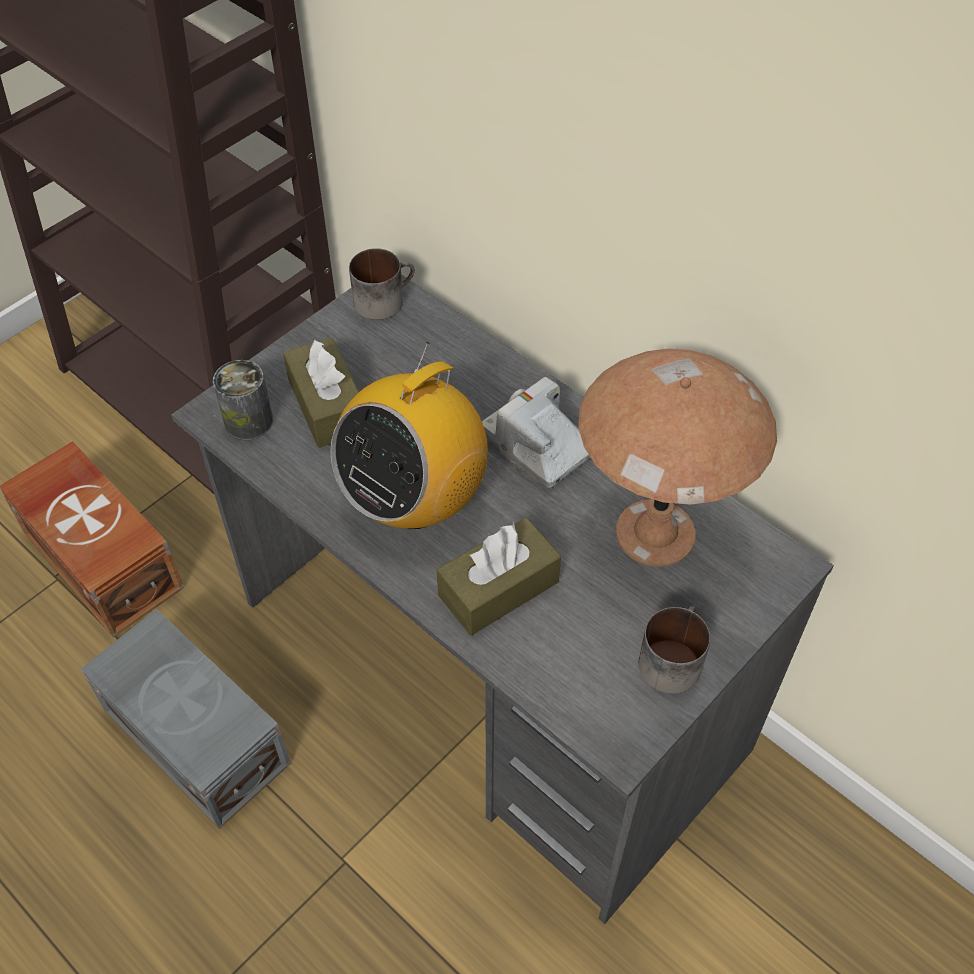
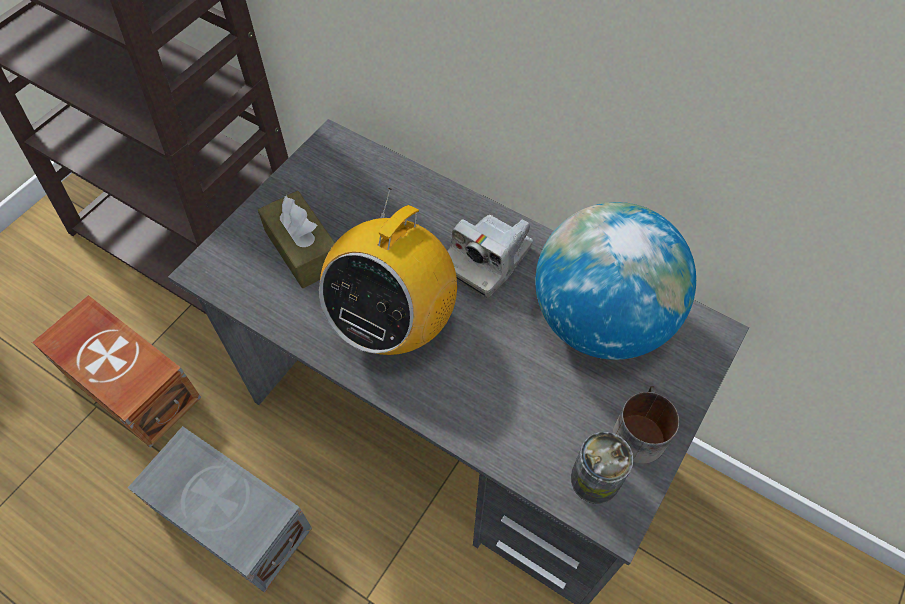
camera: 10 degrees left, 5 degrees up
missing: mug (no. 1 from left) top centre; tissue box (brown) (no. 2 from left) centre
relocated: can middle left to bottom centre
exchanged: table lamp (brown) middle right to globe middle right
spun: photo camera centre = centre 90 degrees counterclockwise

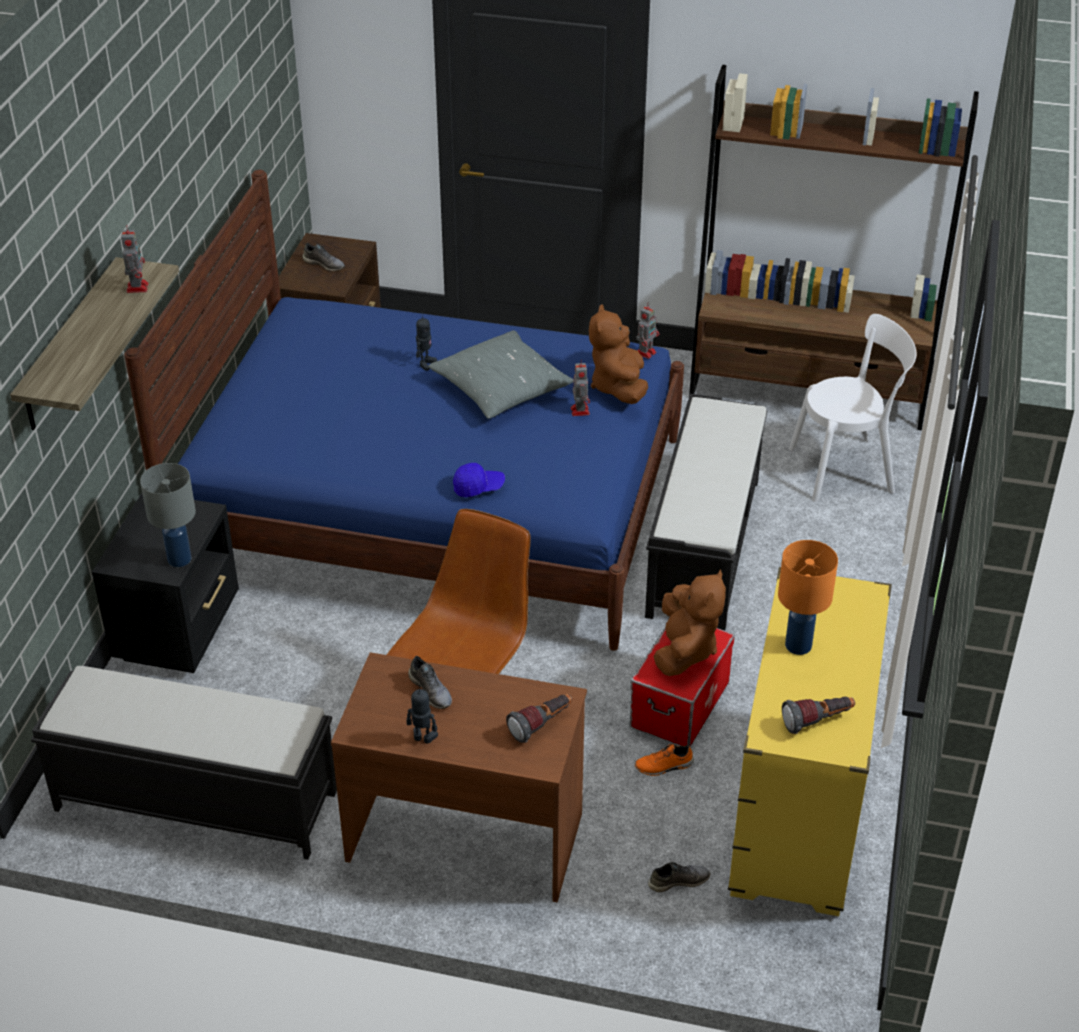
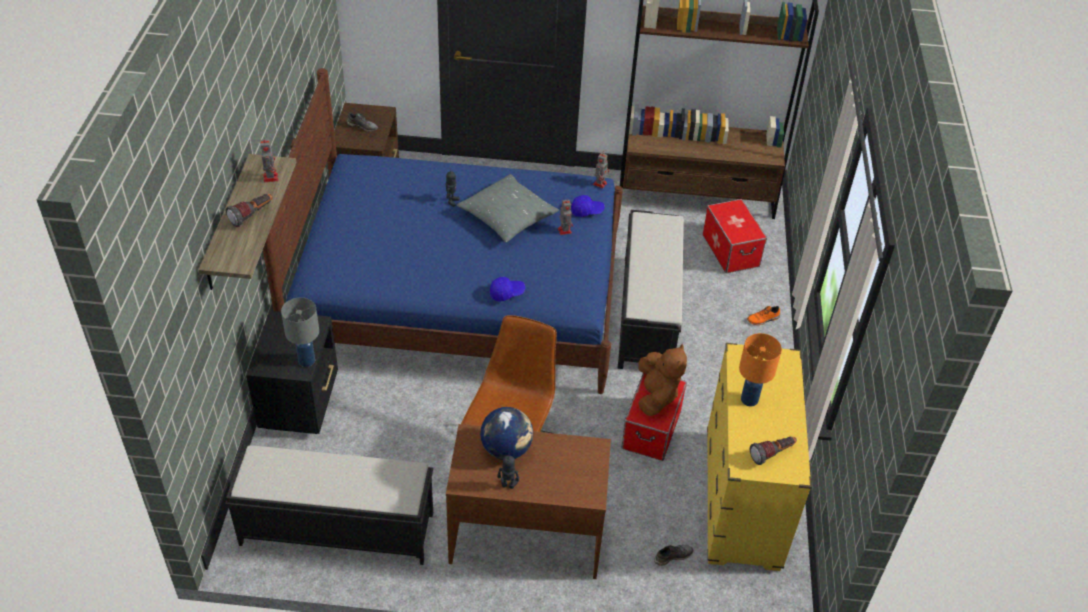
camera: 10 degrees left, 5 degrees up
relocated: flashlight (no. 1 from left) bottom centre to middle left; shoe (orange) bottom centre to middle right
exchanged: shoe (grey) (no. 2 from left) centre to globe bottom centre; plush toy (brown) (no. 1 from left) centre to cap (blue) (no. 2 from left) centre; chair (white) middle right to storage box (no. 2 from left) middle right

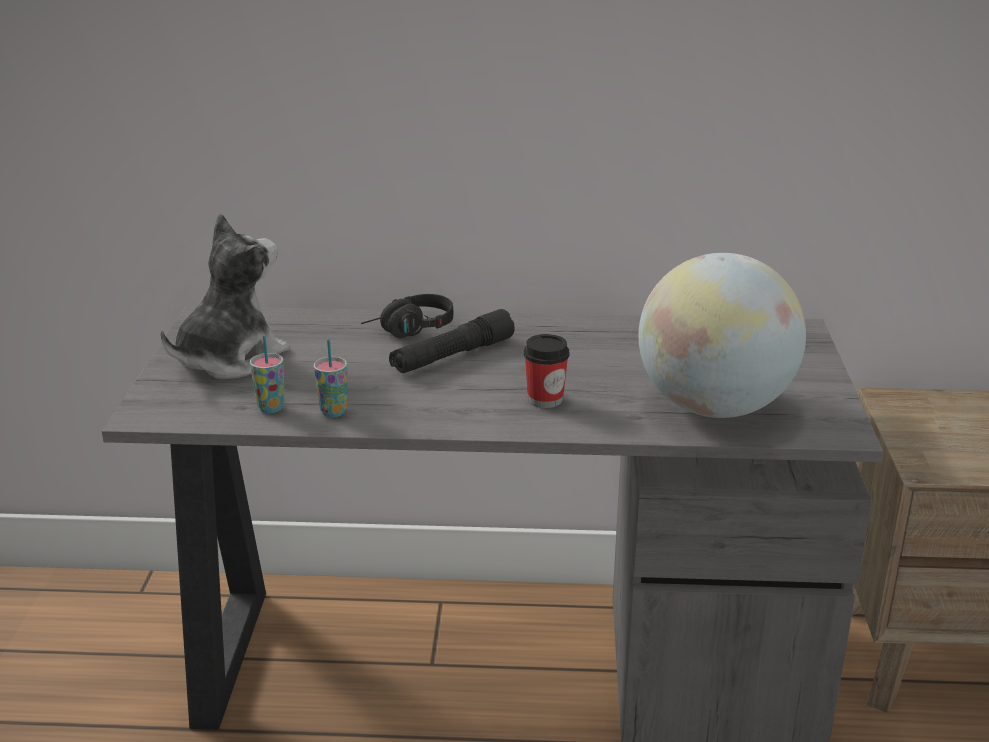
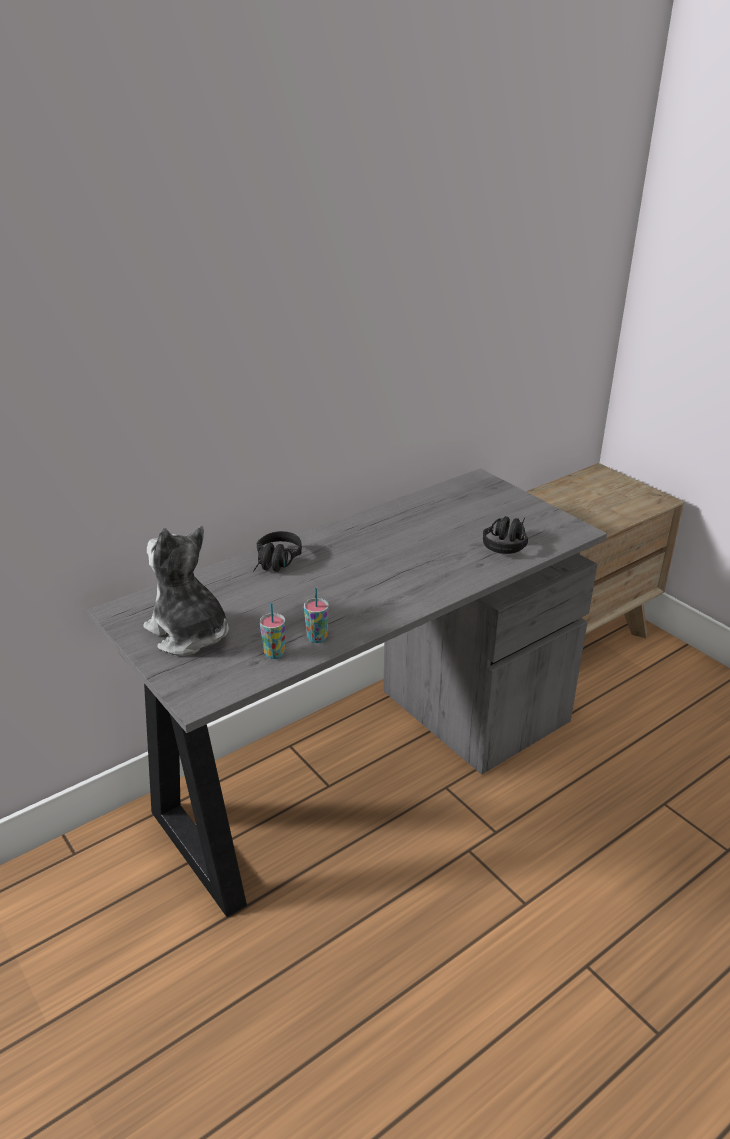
camera: 40 degrees left, 5 degrees up
missing: flashlight (black) centre; cup (no. 3 from left) centre
exchanged: globe middle right to headphones (black) (no. 2 from left) middle right
spun: plush toy middle left = middle left 45 degrees counterclockwise

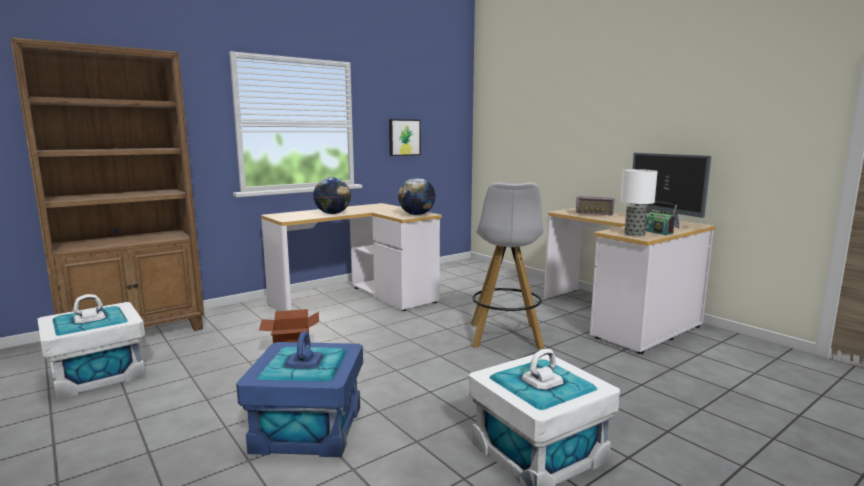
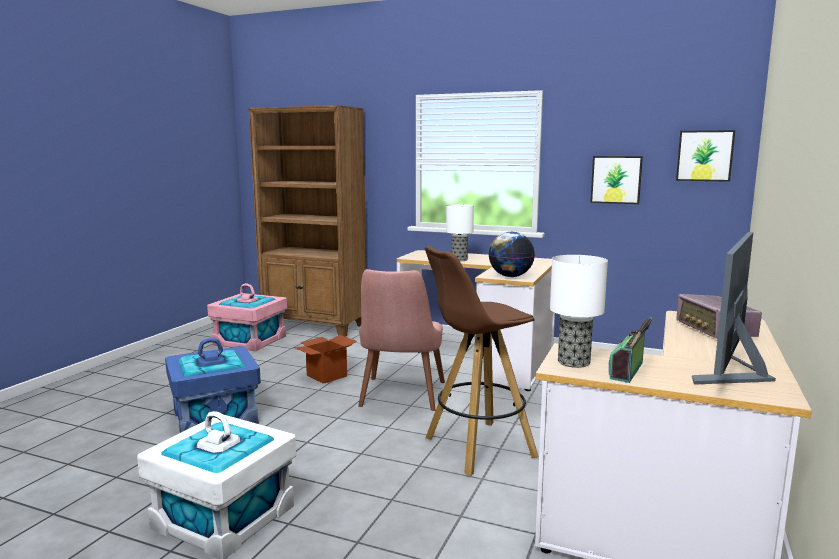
camera: 60 degrees right, 0 degrees up
appeared: chair (pink) centre; picture (no. 2 from left) top right
exchanged: globe (no. 1 from left) centre to table lamp (no. 1 from left) centre
colour: storage box (white) (no. 1 from left) bottom left to storage box (pink) middle left; stool (white) centre to stool (brown) centre

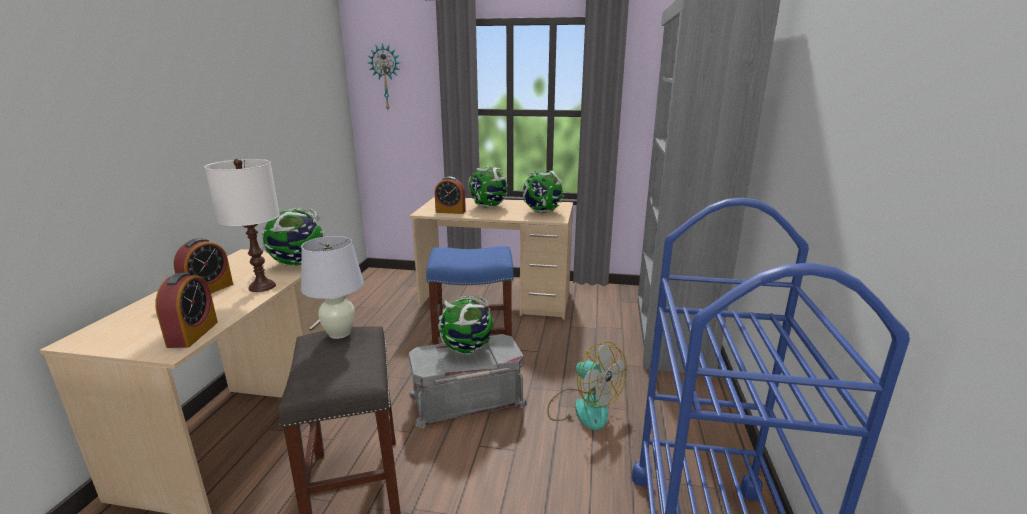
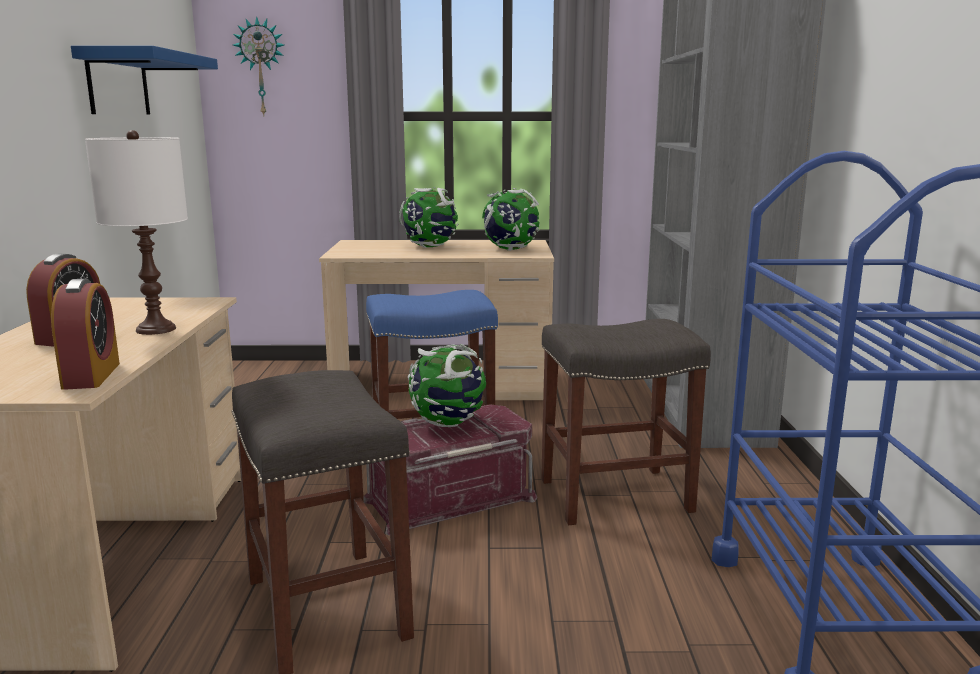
camera: 10 degrees left, 5 degrees down
missing: globe (no. 1 from left) middle left; table lamp (white) (no. 2 from left) middle left; alarm clock (no. 3 from left) centre
appeared: shelf (blue) top left
exchanged: fan bottom centre to stool (grey) (no. 2 from left) centre
colour: storage box (grey) bottom centre to storage box (red) bottom centre

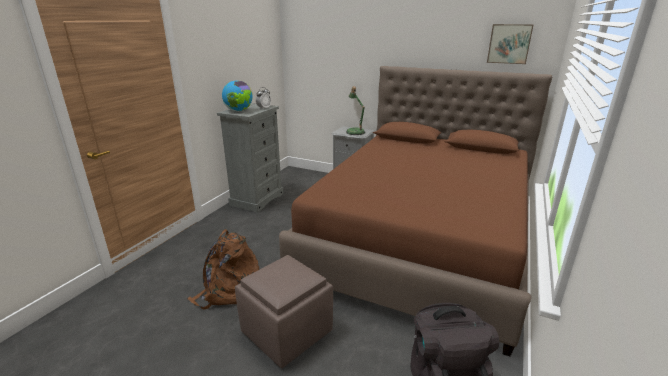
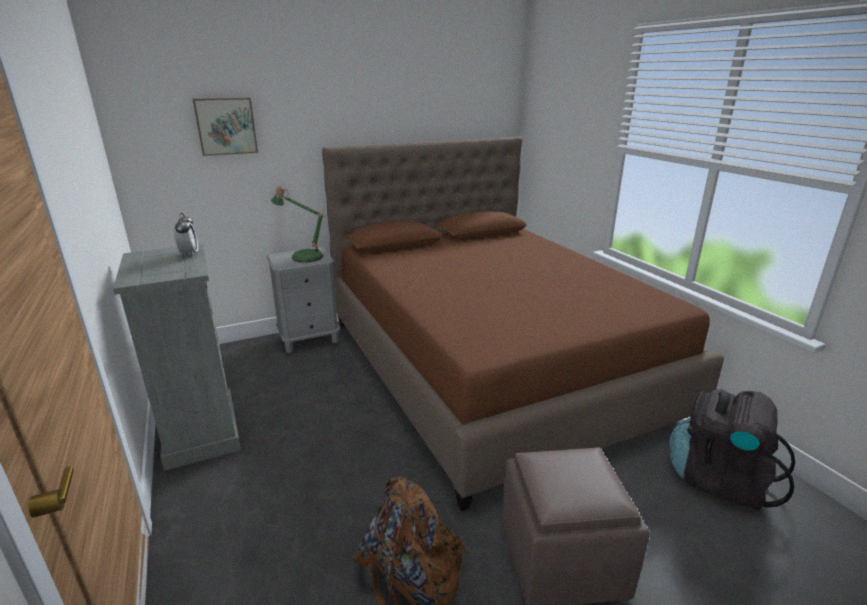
camera: 50 degrees left, 0 degrees up
missing: globe top centre
relocated: picture top right to top left

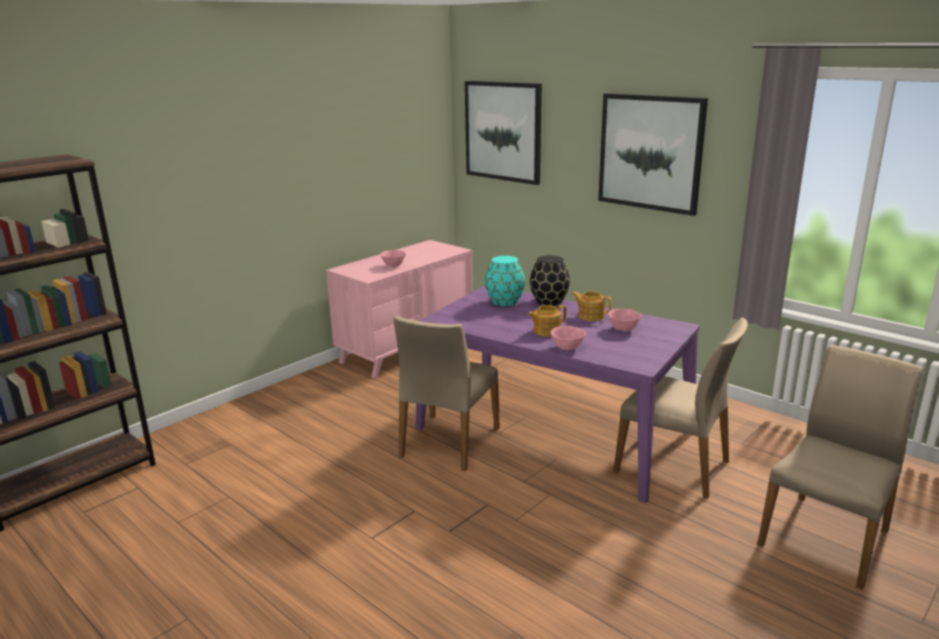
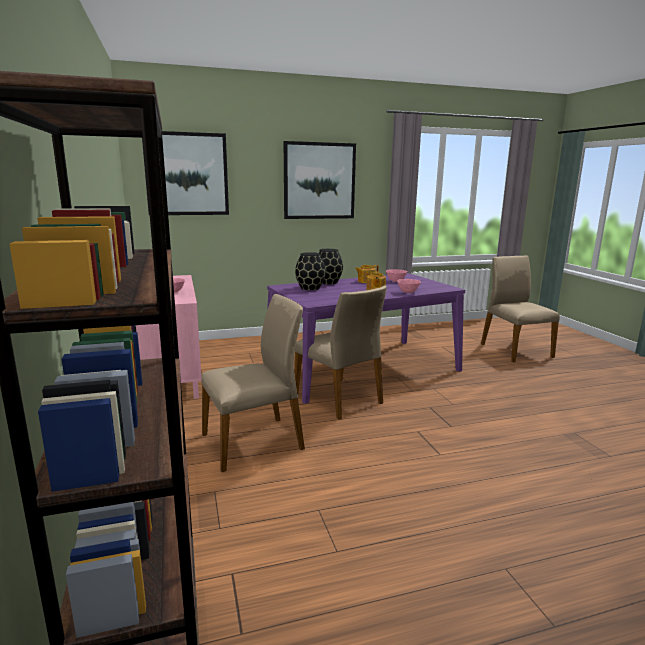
camera: 60 degrees left, 5 degrees down
relocated: chair (beige) (no. 2 from left in the first image) middle right to chair (beige) (no. 1 from left) centre
colour: vase (turquoise) centre to vase (black) (no. 1 from left) centre

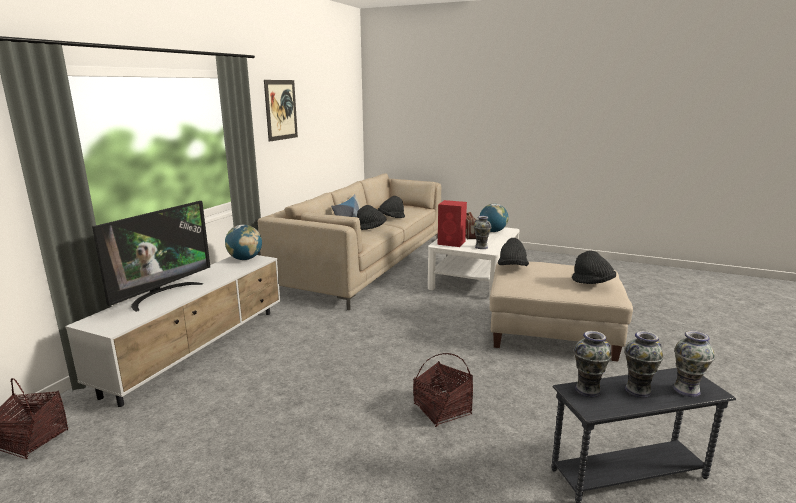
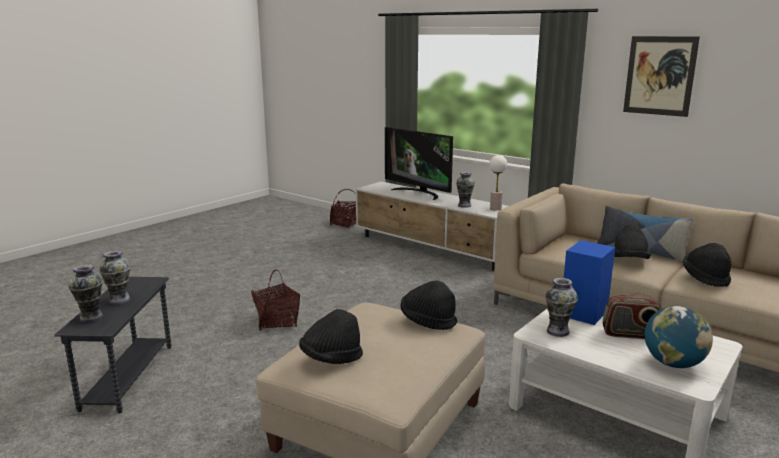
camera: 105 degrees right, 0 degrees up
relocated: vase (no. 2 from left in the first image) bottom right to vase (no. 3 from left) centre
exchanged: globe (no. 1 from left) middle left to table lamp centre
colour: speaker (red) centre to speaker (blue) middle right

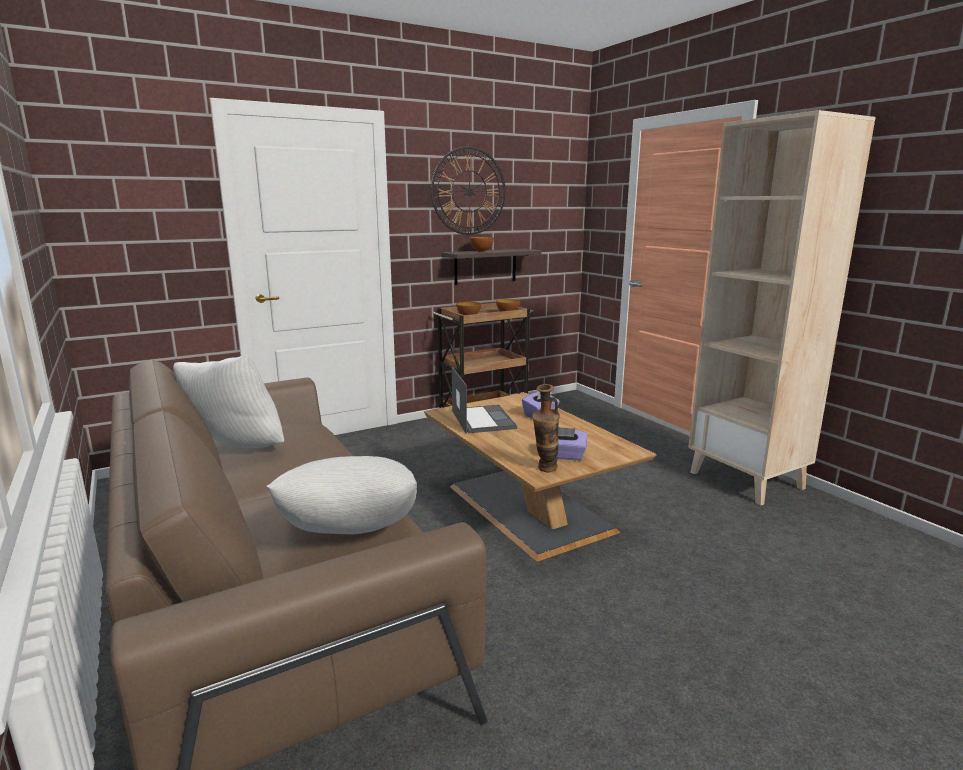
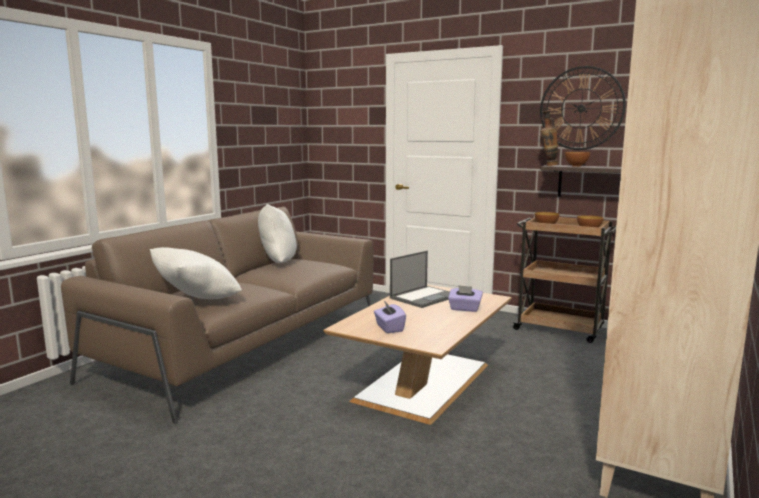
camera: 60 degrees right, 5 degrees down
relocated: vase centre to top right

